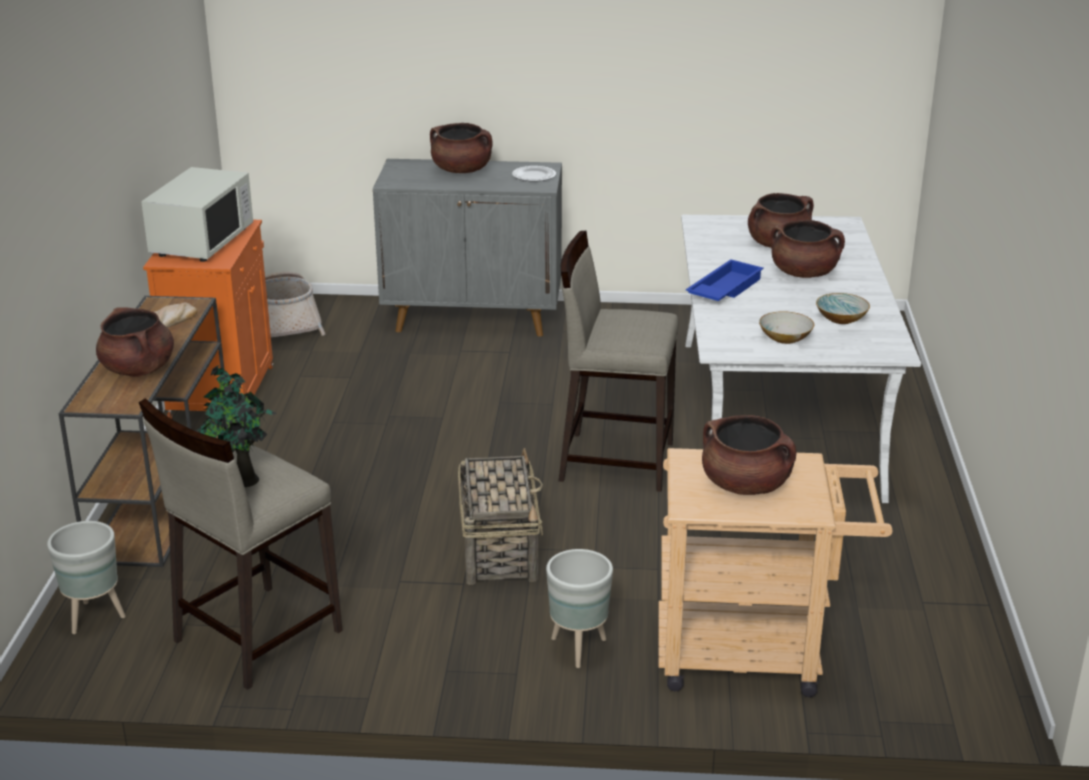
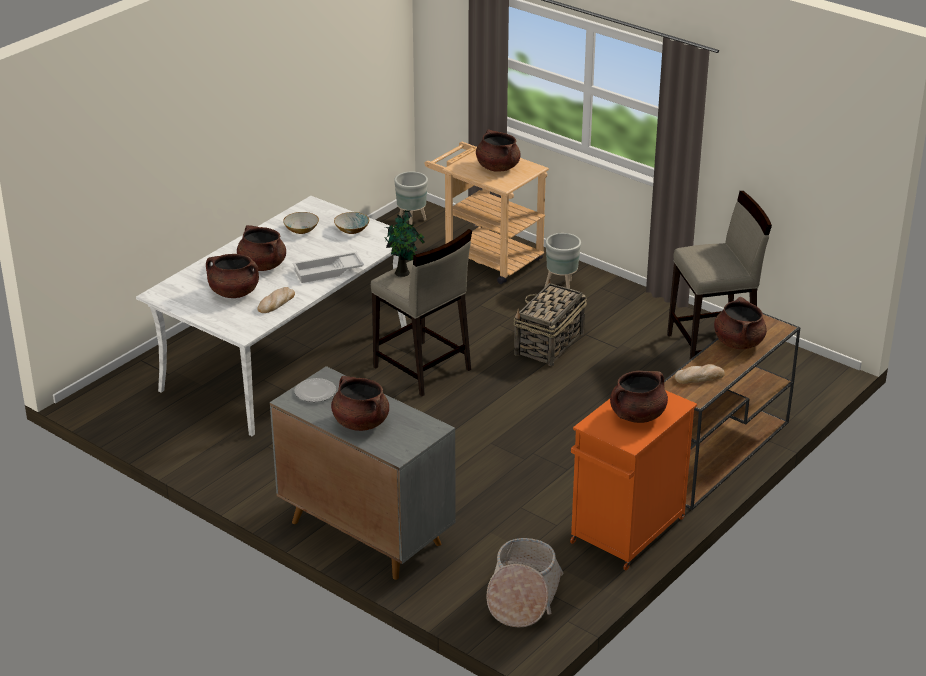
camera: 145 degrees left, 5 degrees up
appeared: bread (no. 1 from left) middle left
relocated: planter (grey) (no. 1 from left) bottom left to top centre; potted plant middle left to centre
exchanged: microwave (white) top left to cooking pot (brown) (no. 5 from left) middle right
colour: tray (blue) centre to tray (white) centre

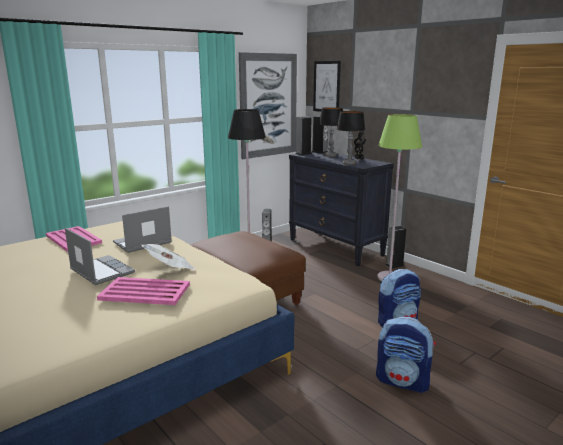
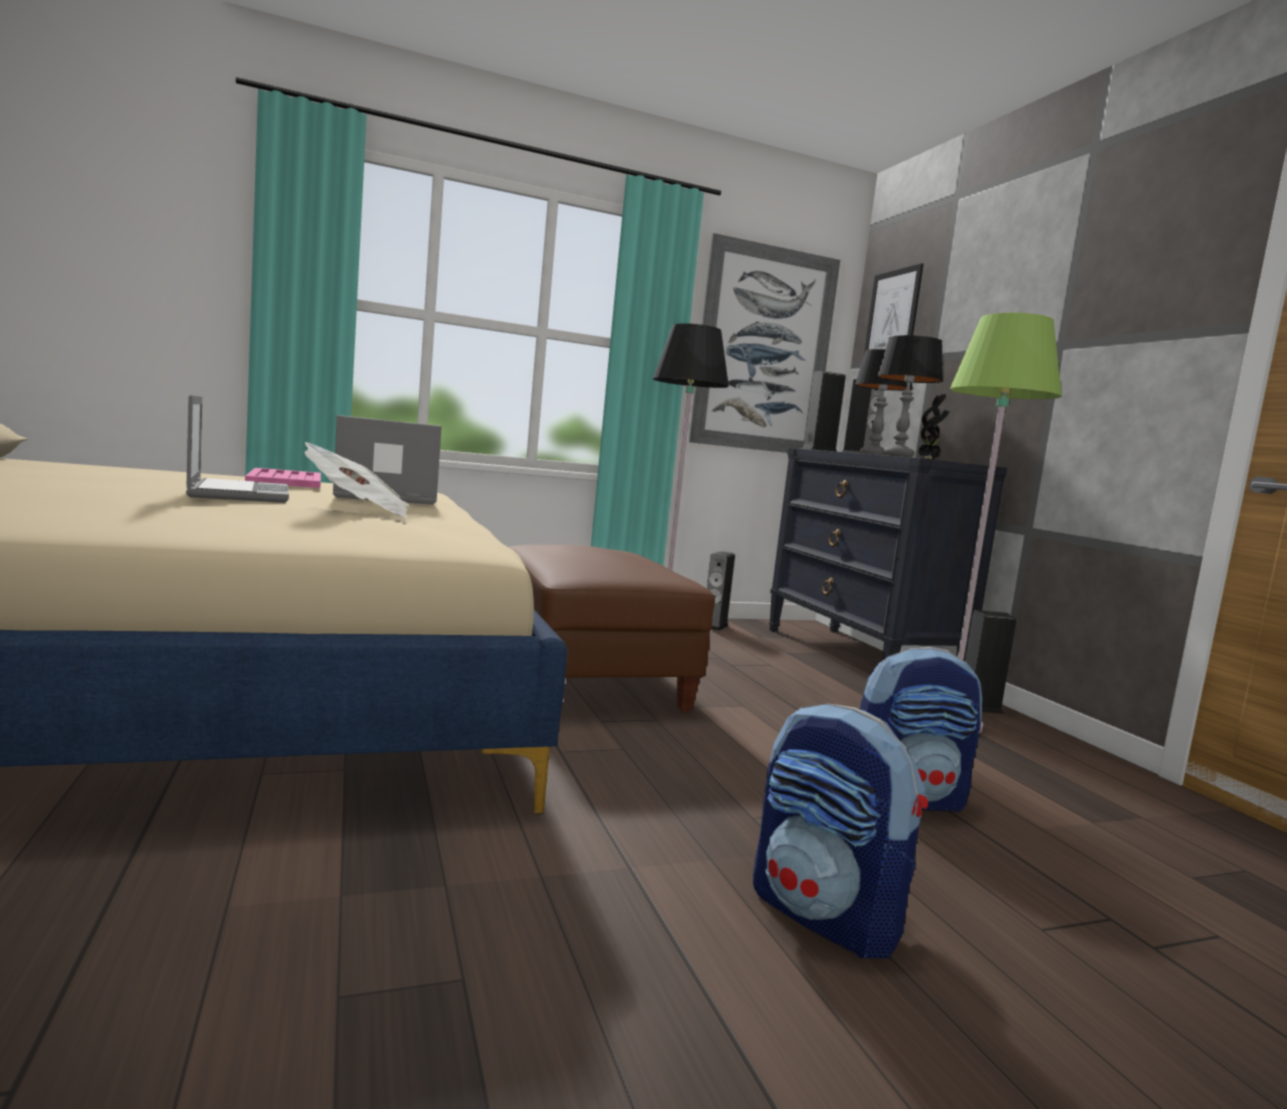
camera: 20 degrees right, 10 degrees down
missing: tray (pink) (no. 2 from left) middle left

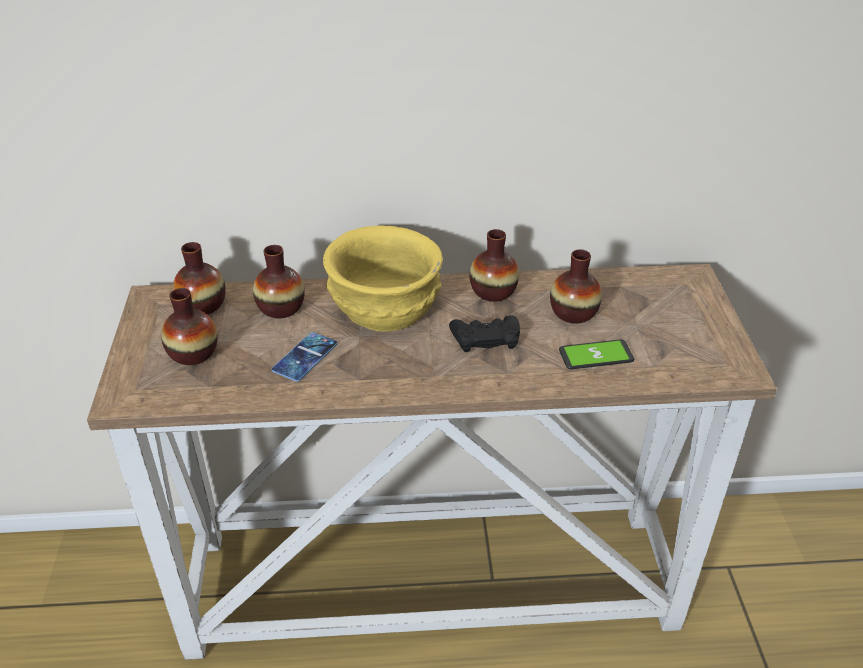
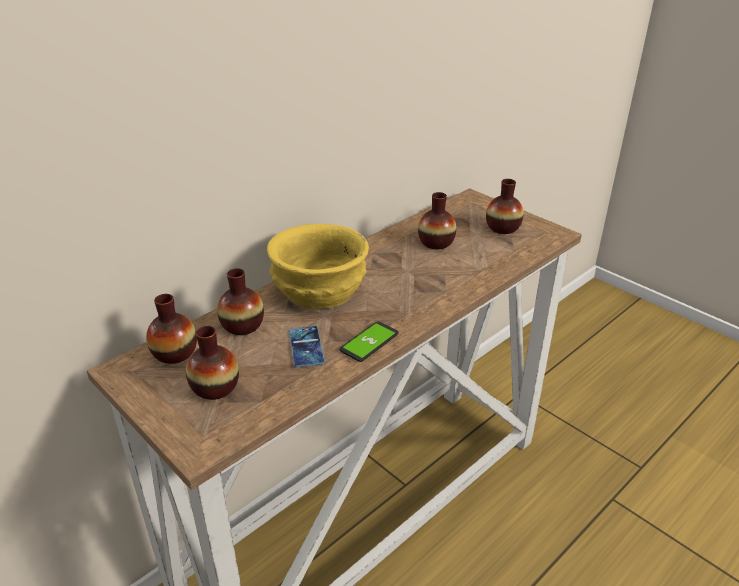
camera: 40 degrees left, 5 degrees down
missing: game controller (black) centre
relocated: vase (no. 4 from left in the first image) centre to vase (no. 5 from left) middle right; phone (no. 2 from left) middle right to centre

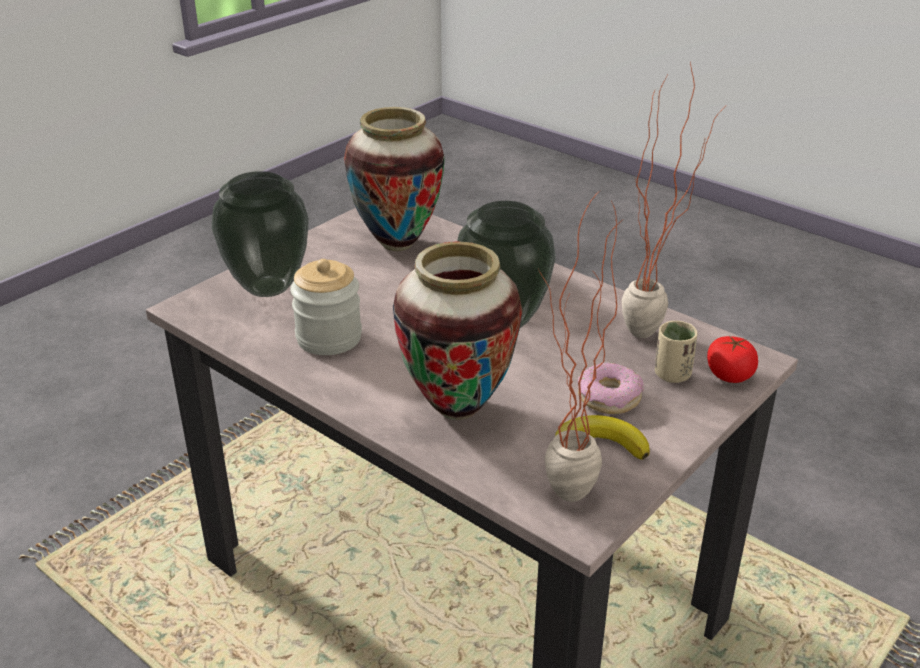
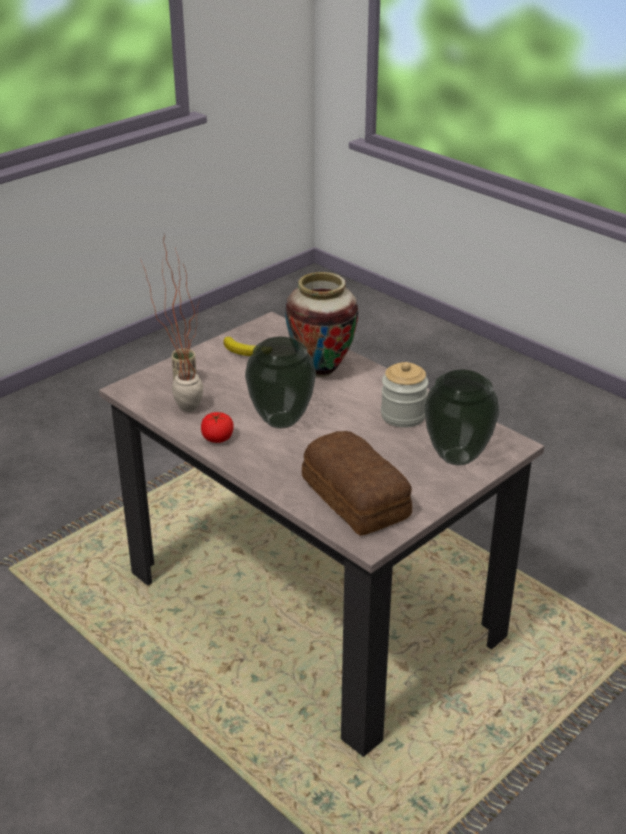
camera: 175 degrees left, 0 degrees up
missing: potted plant (no. 1 from left) centre; donut centre
relocated: tomato middle right to centre
exchanged: vase (no. 2 from left) top centre to bread centre

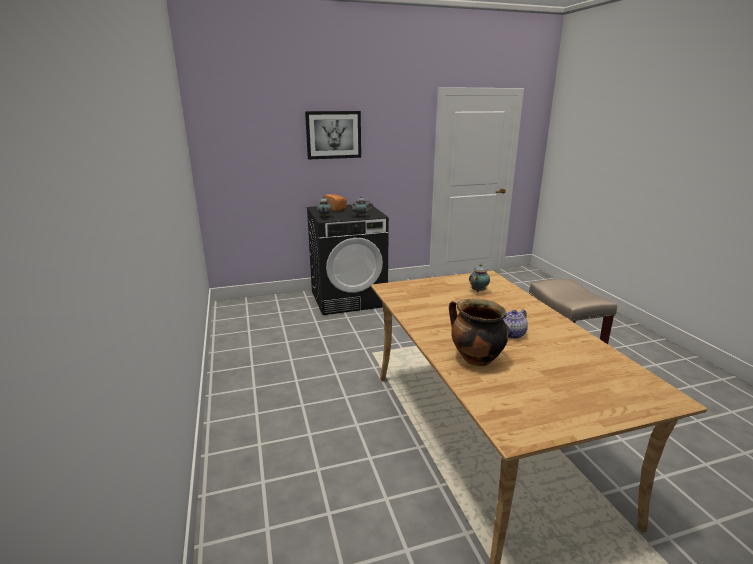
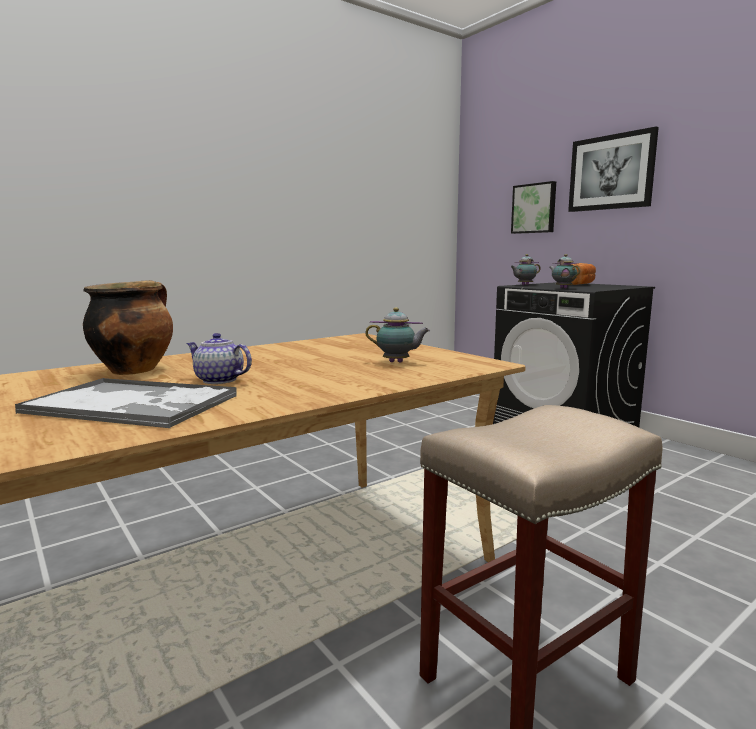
camera: 70 degrees right, 10 degrees down
appeared: tray middle left; picture (no. 1 from left) top right

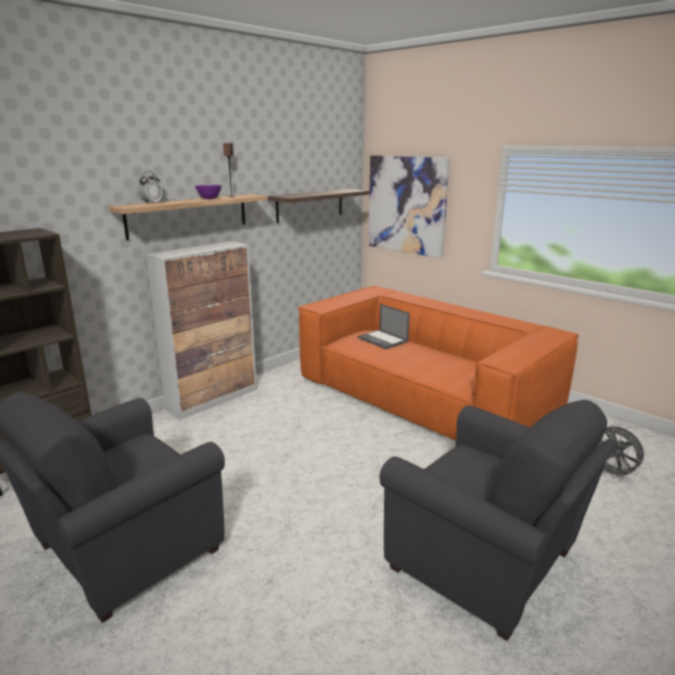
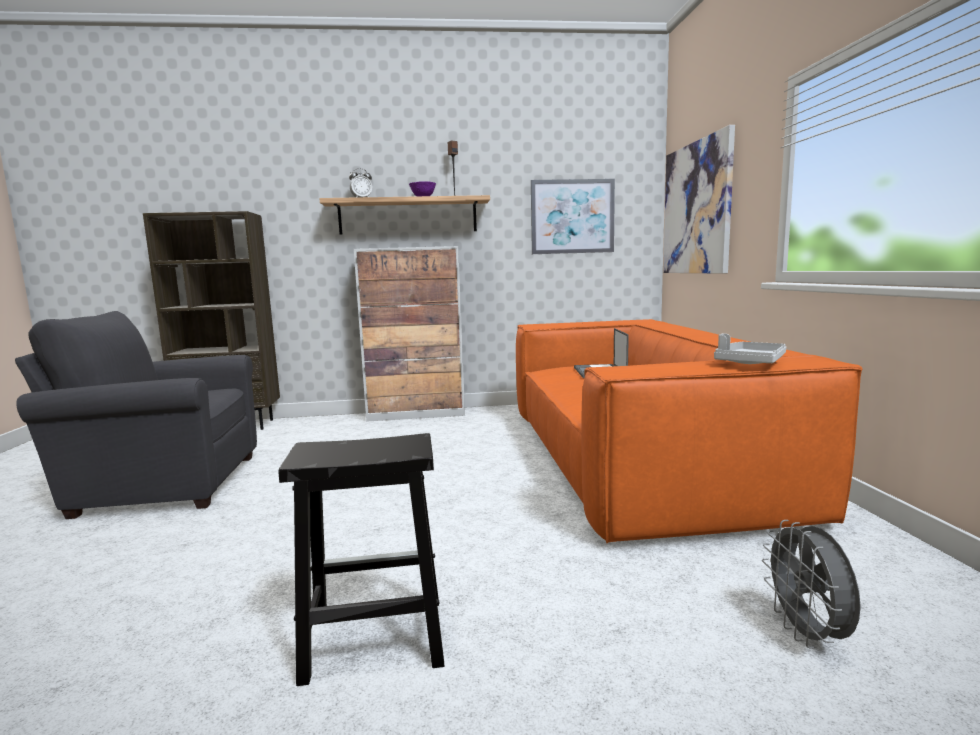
camera: 40 degrees right, 10 degrees down
appeared: tray (grey) middle right
exchanged: shelf (no. 2 from left) top centre to picture (no. 1 from left) top centre; armchair (grey) (no. 2 from left) bottom right to stool (black) bottom centre

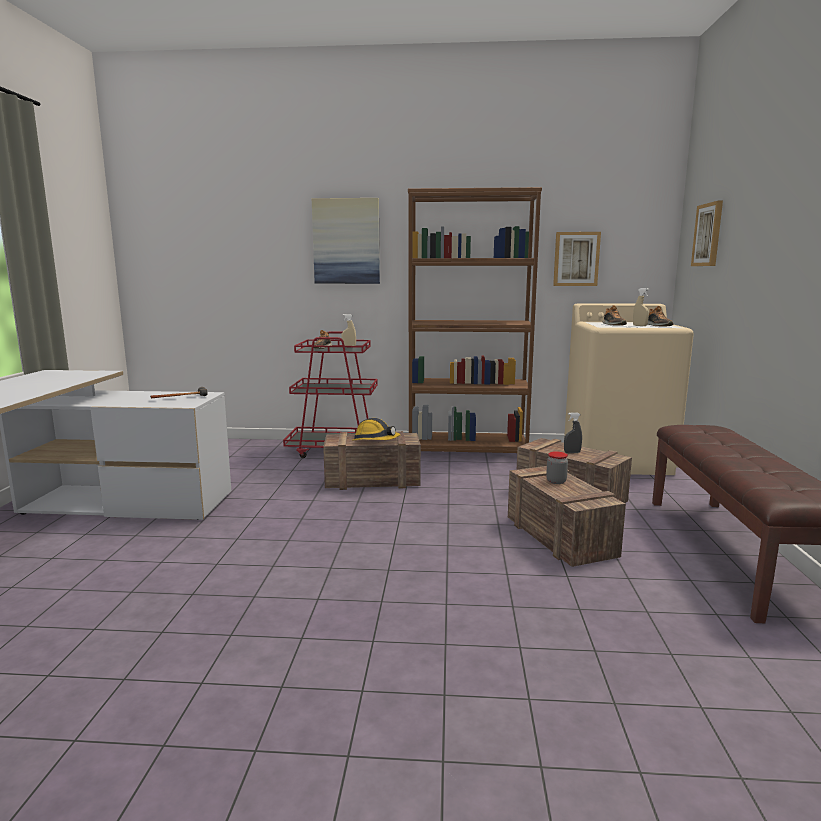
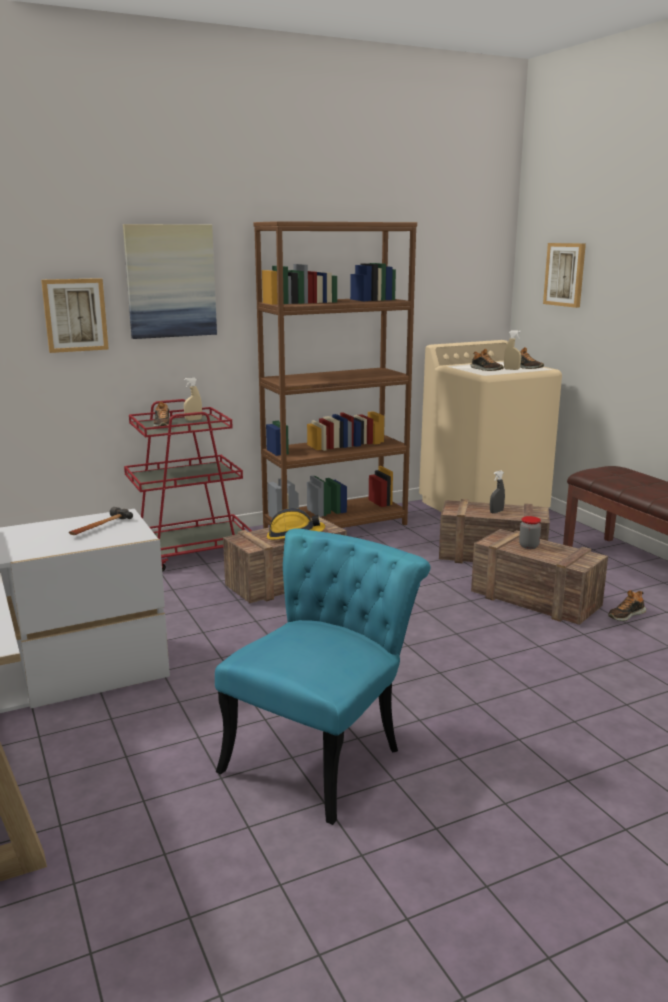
camera: 30 degrees left, 5 degrees up
appeared: chair (turquoise) bottom centre; shoe (no. 4 from left) middle right
relocated: picture (no. 2 from left in the first image) top right to picture (no. 1 from left) top left

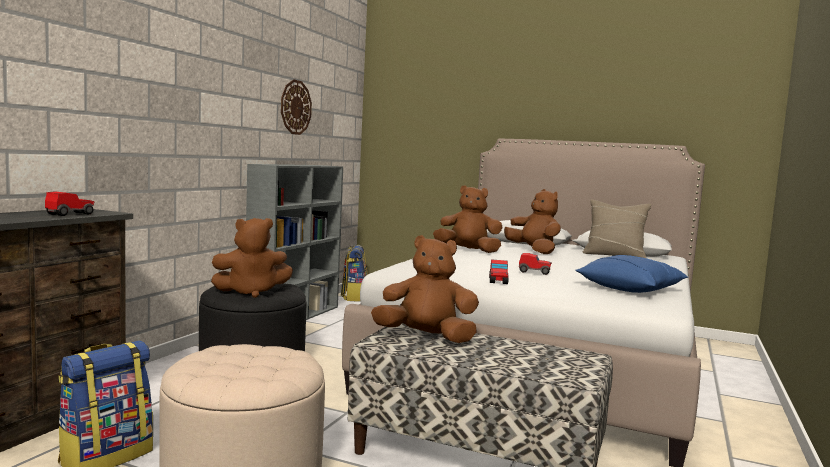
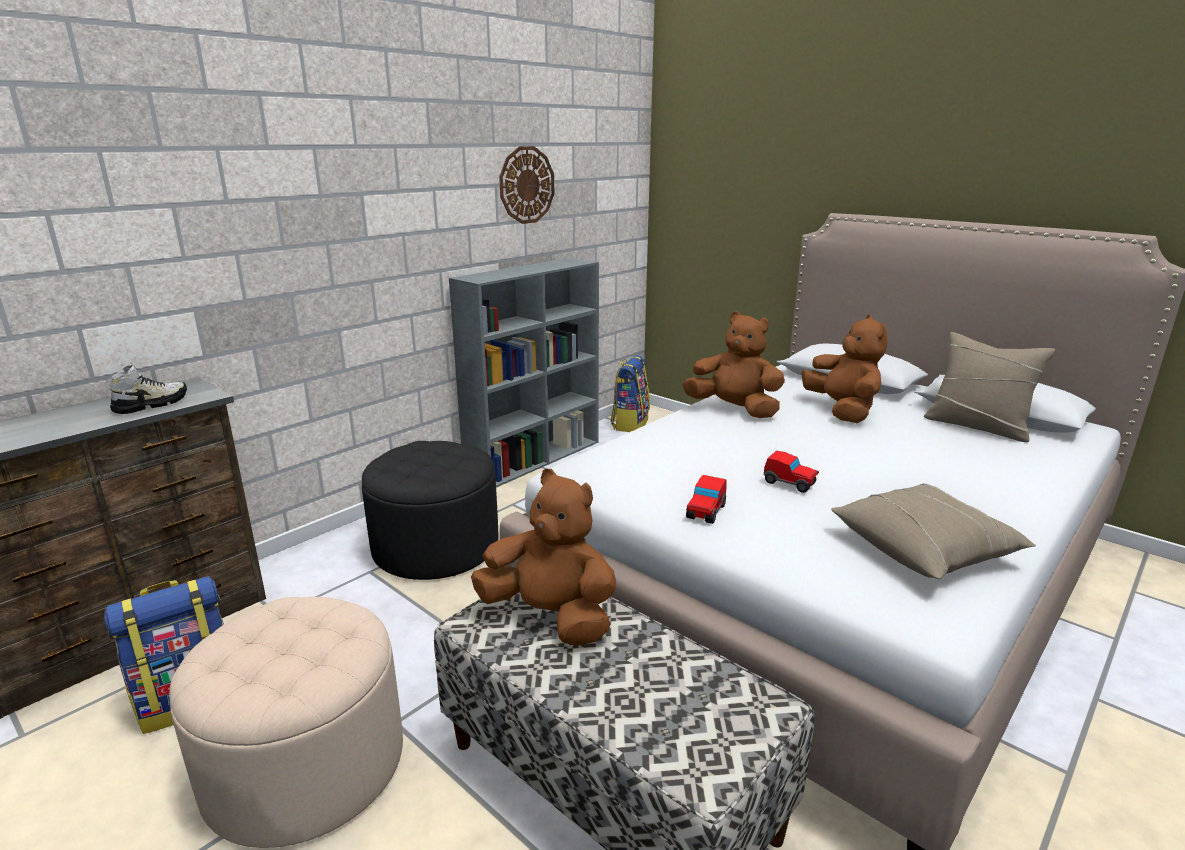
camera: 20 degrees right, 15 degrees up
missing: plush toy (brown) (no. 1 from left) middle left
exchanged: toy car (no. 1 from left) middle left to shoe middle left
colour: pillow (blue) middle right to pillow (beige) (no. 1 from left) middle right

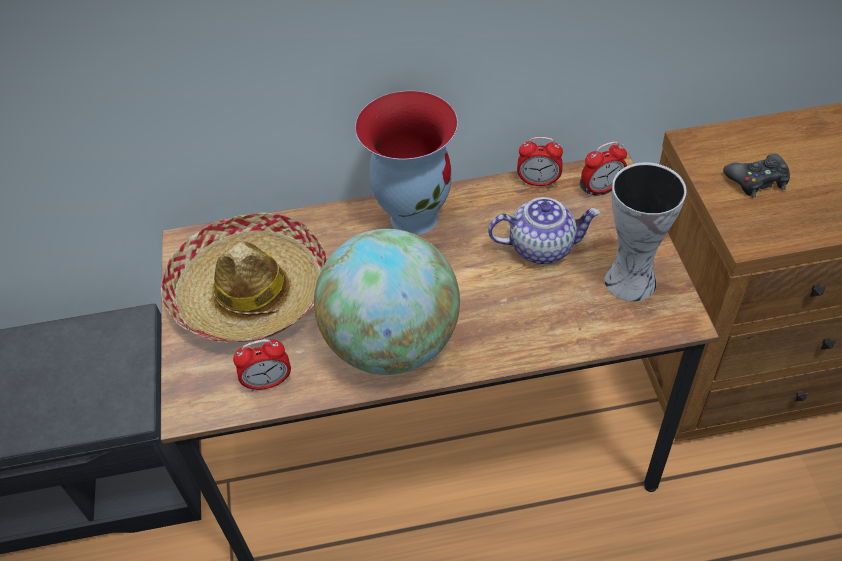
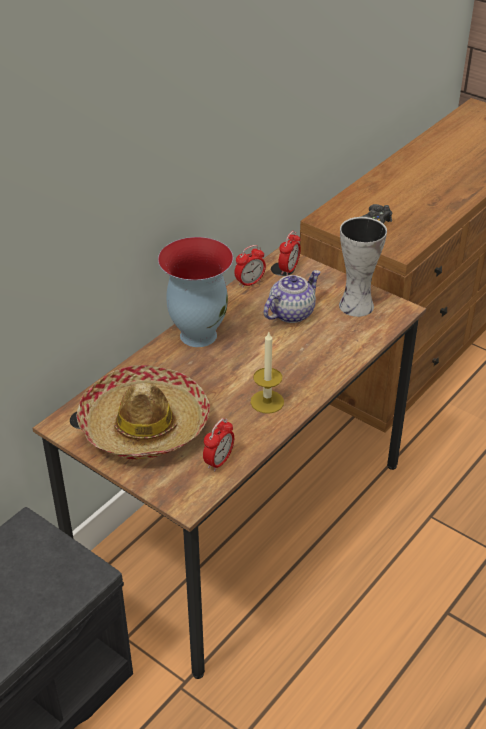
camera: 45 degrees left, 10 degrees down
exchanged: globe centre to candle centre

